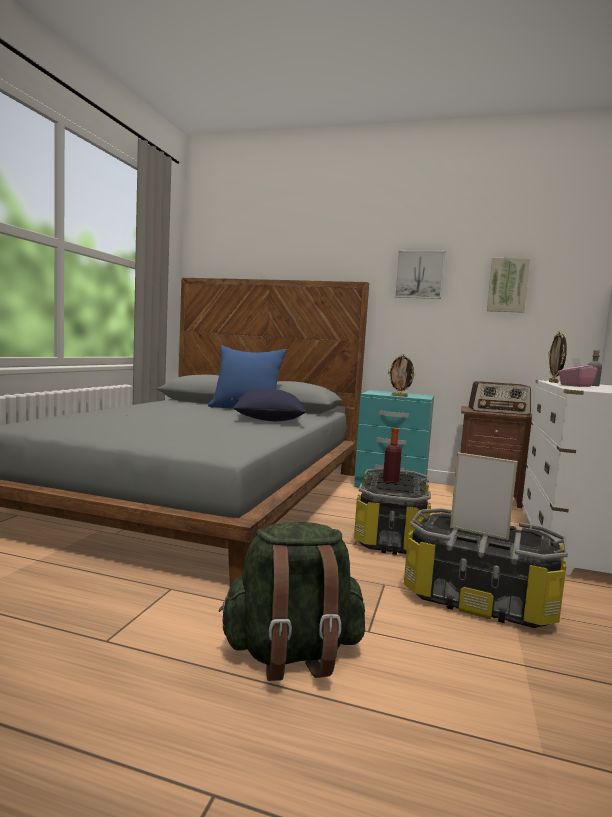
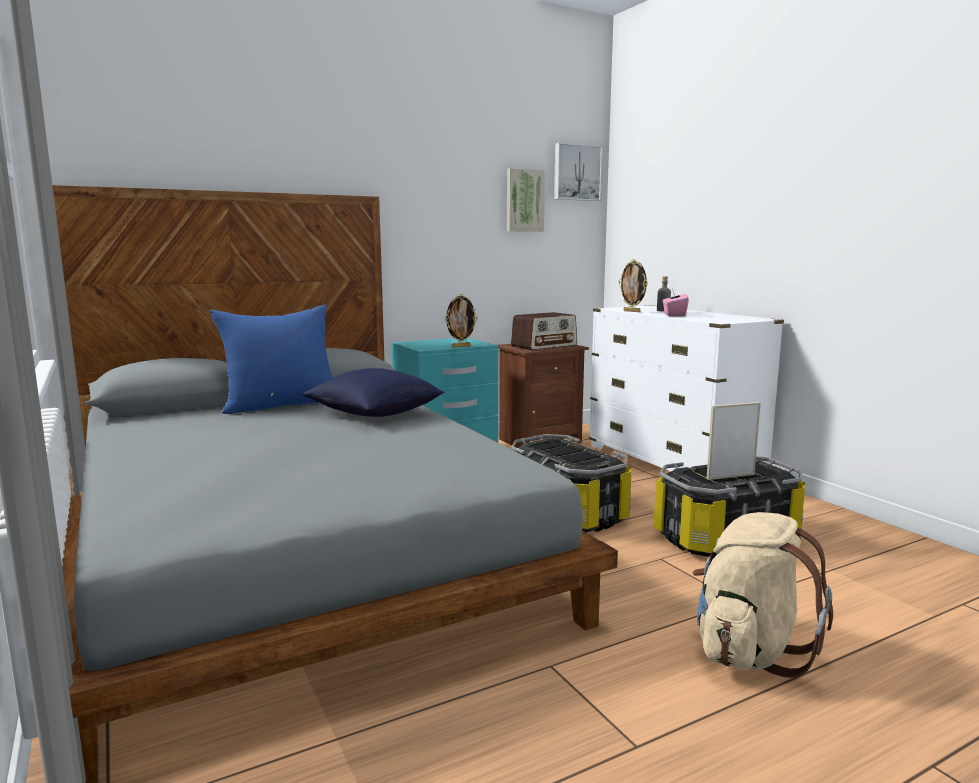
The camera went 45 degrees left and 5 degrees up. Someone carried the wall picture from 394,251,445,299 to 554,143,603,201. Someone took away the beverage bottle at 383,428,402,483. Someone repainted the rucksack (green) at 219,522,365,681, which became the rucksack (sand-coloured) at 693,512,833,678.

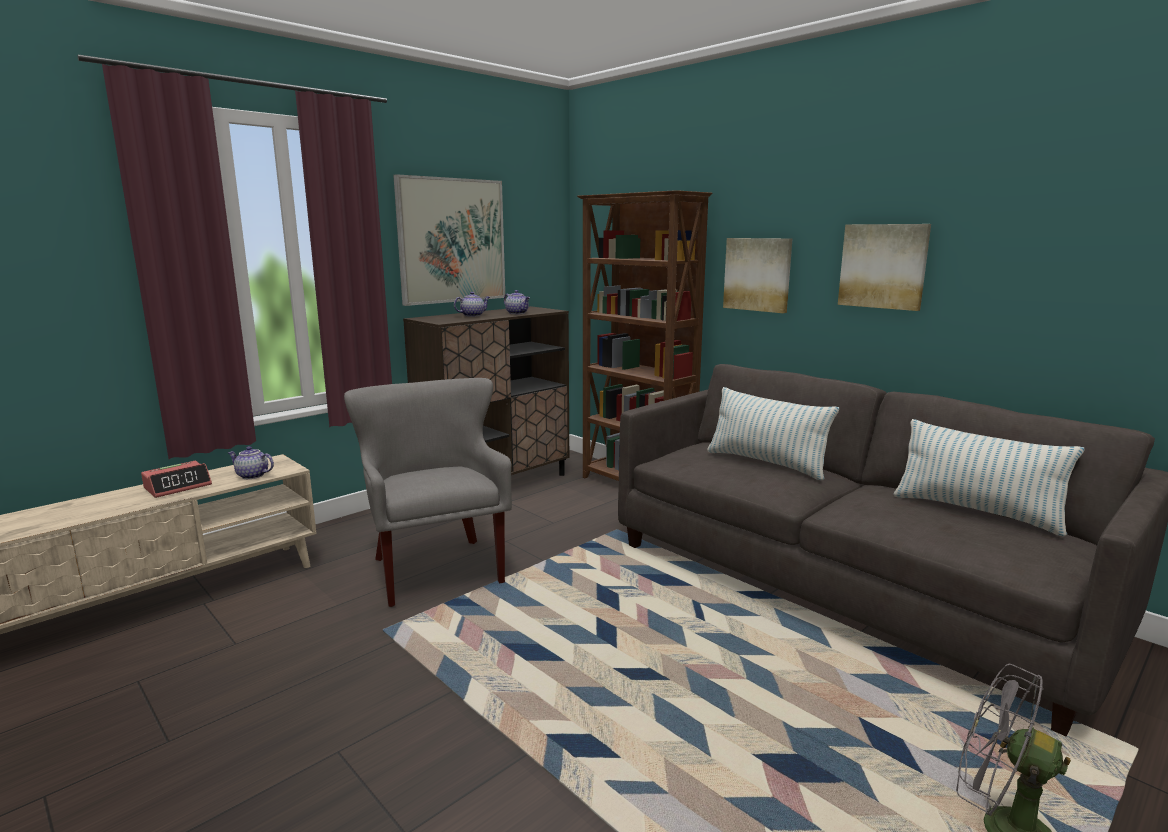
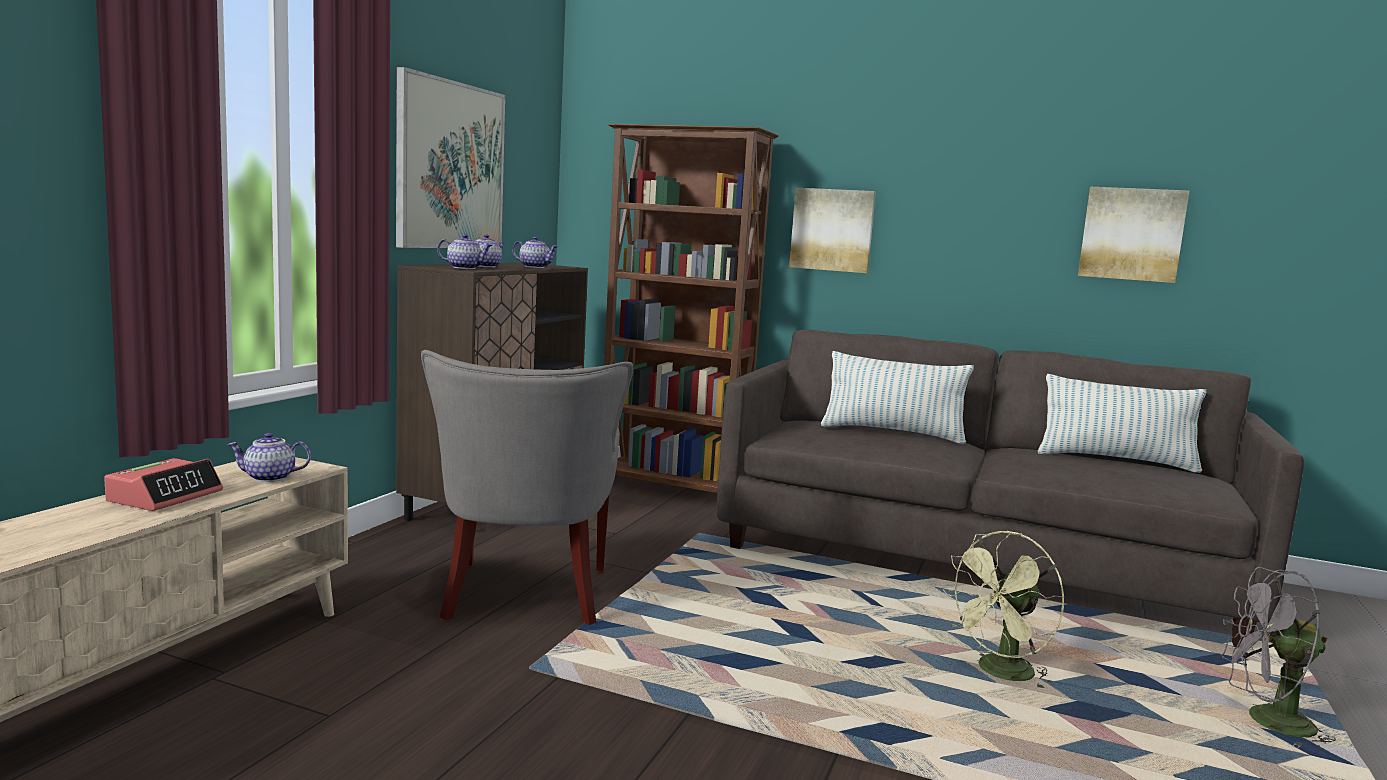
The camera went 25 degrees left and 5 degrees down. Someone carried the wall picture from 838,224,931,311 to 1078,187,1189,283. Someone rotated the easy chair (greyish) at 344,378,512,607 by 135 degrees counterclockwise. Someone put down the pot for tea at 437,234,493,269. Someone put down the fan (green) at 942,531,1065,690.

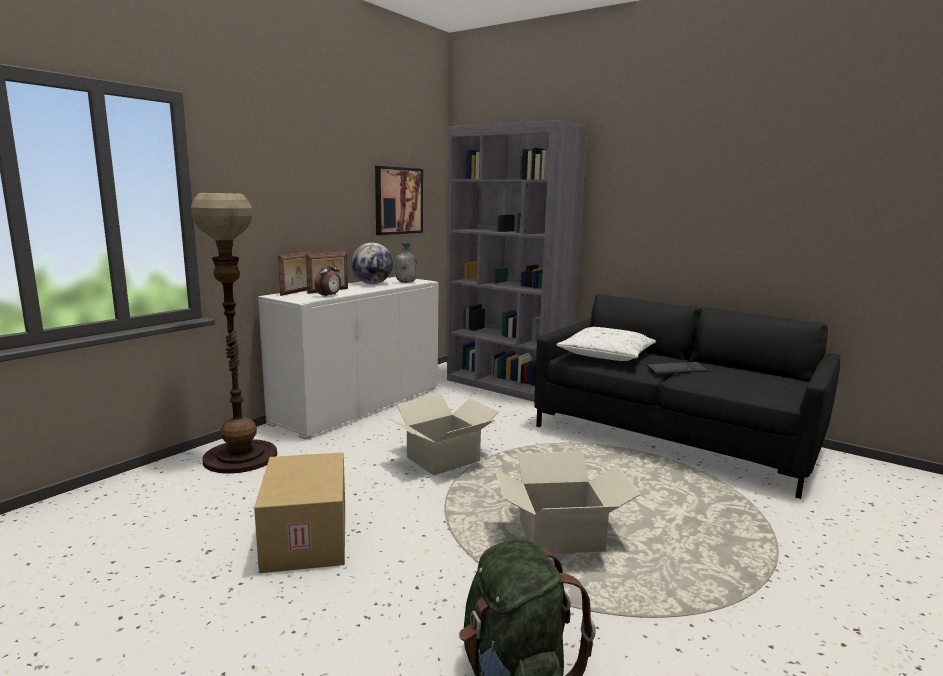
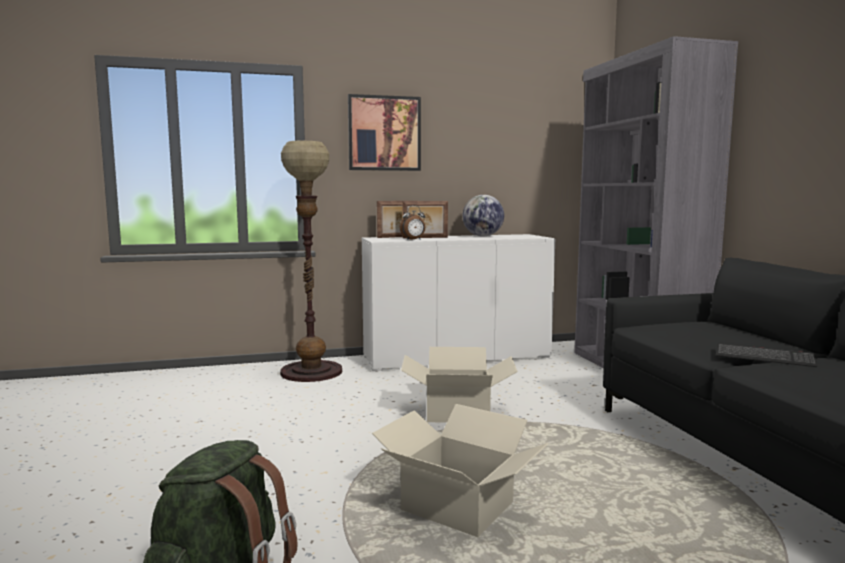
The camera went 40 degrees right and 5 degrees down. Someone carried the wall picture from 375,166,423,235 to 348,94,421,171. Someone took away the beverage bottle (greyish) at 395,242,417,283. Someone took away the cushion (white-coloured) at 556,327,656,361. Someone took away the cardboard box at 254,452,345,573.

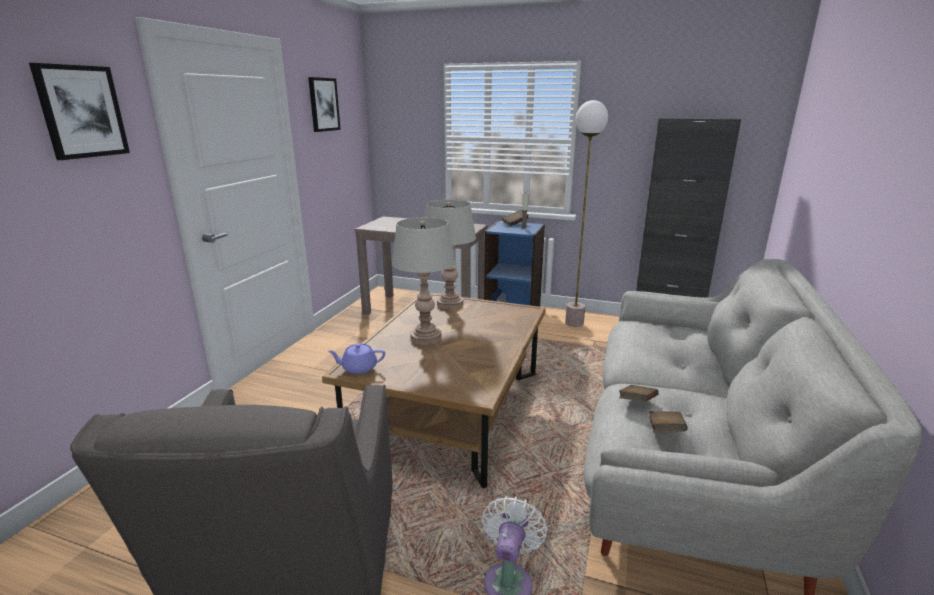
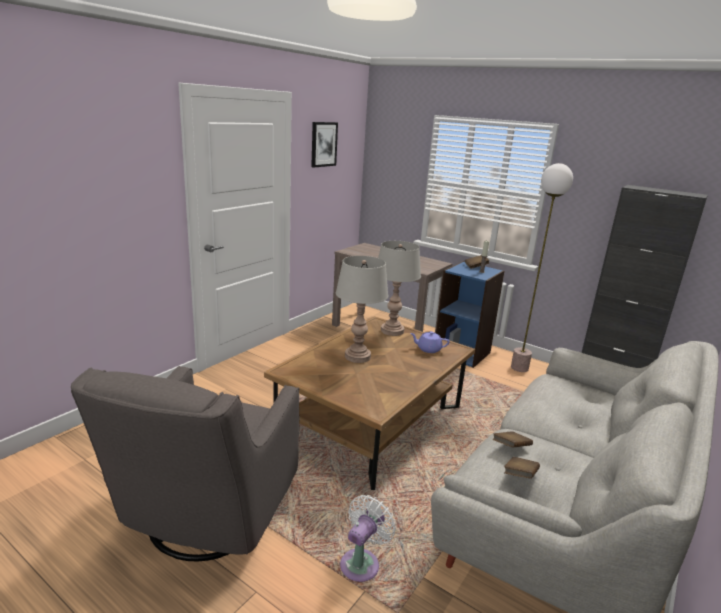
The camera went 15 degrees right and 0 degrees up. Someone took away the wall picture at 29,63,130,160. Someone carried the pot for tea (purple-coloured) from 328,343,385,374 to 410,331,450,353.

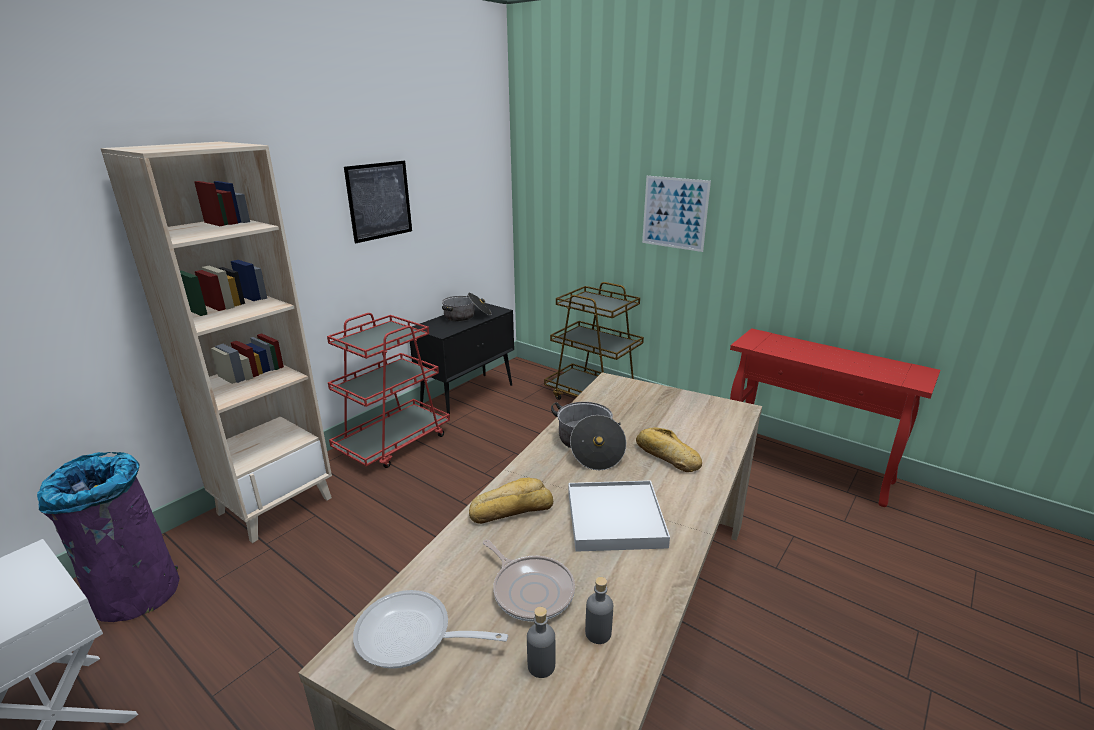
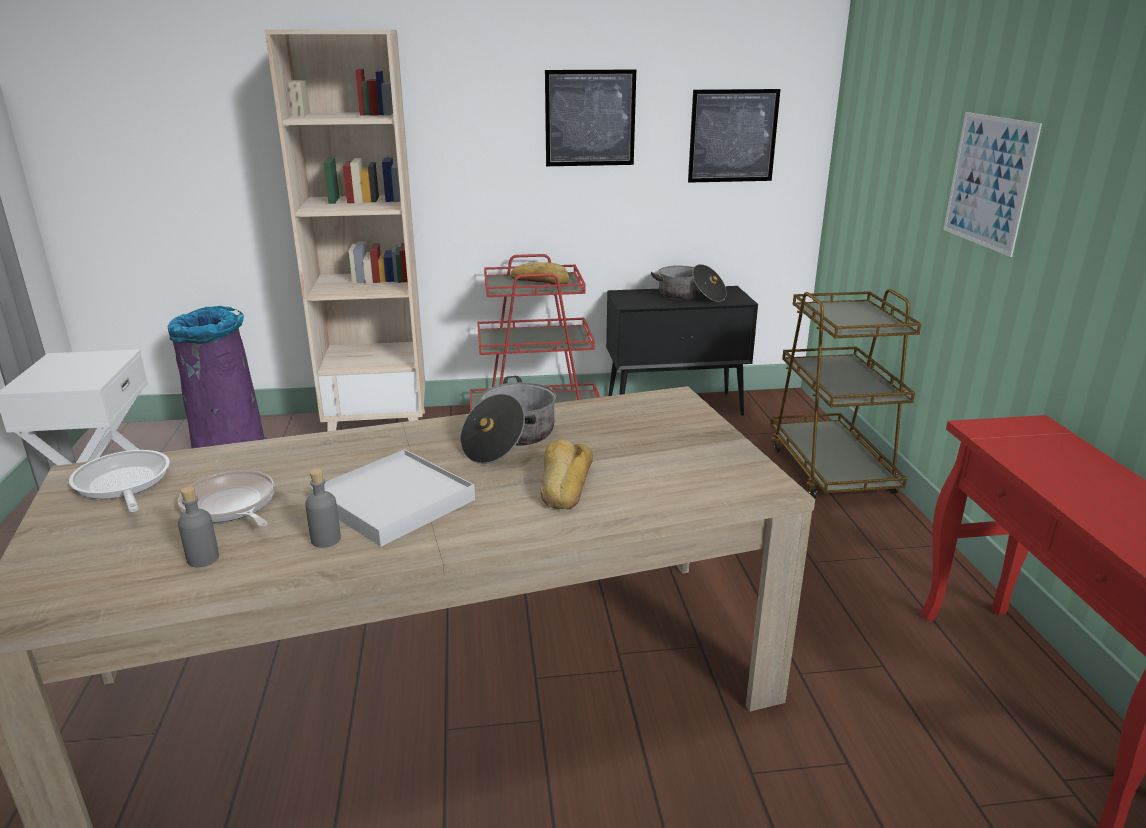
The camera went 45 degrees right and 0 degrees up. Someone carried the bread from 469,478,553,524 to 511,262,570,285. Someone rotated the frying pan at 483,540,575,622 by 135 degrees clockwise. Someone carried the beverage bottle (greyish) from 527,607,555,678 to 305,469,341,548. Someone put up the wall picture at 688,89,781,183.

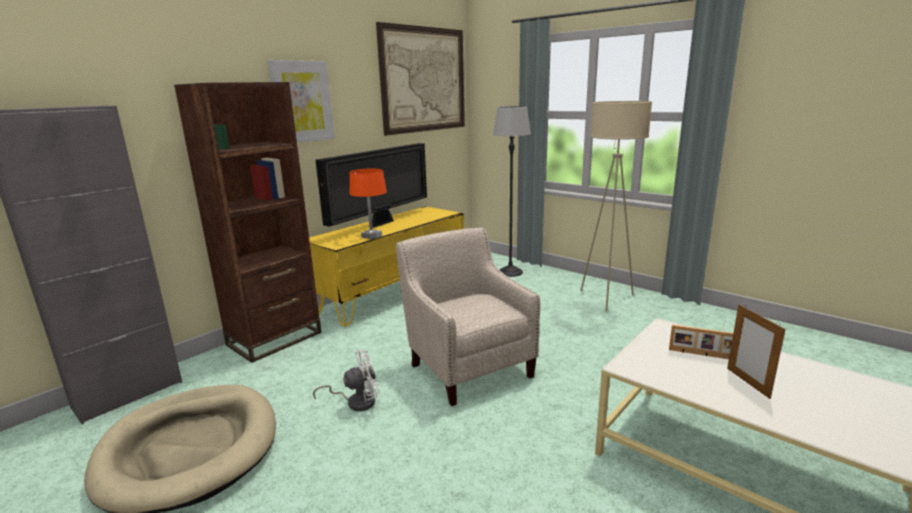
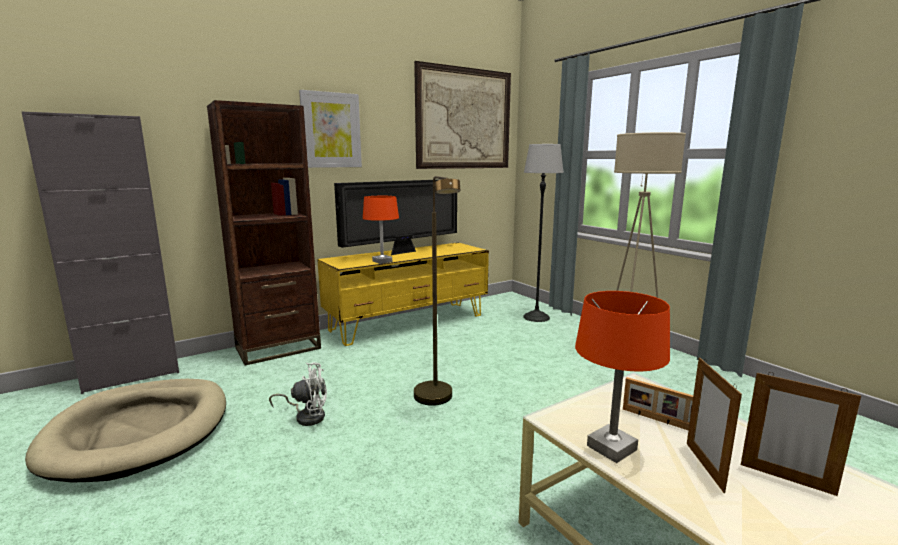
The camera went 15 degrees right and 5 degrees down. Someone swapped the easy chair (sand-coloured) at 396,227,540,406 for the standard lamp (brownish) at 414,176,461,406. Someone put down the lamp for a table (orange-coloured) at 575,291,670,463. Someone put down the picture frame at 741,372,861,496.

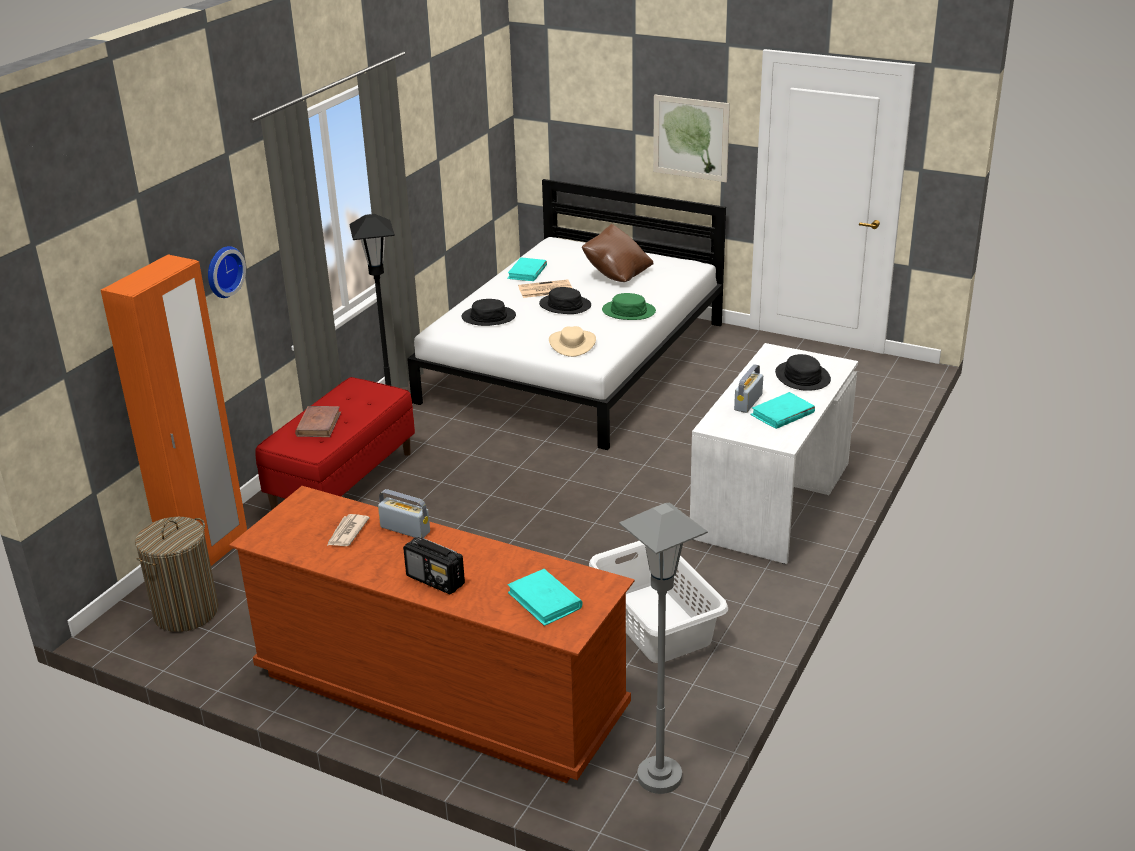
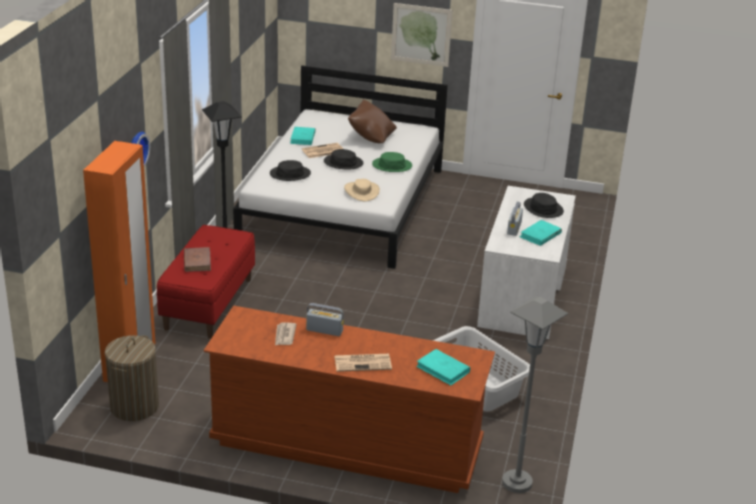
The camera went 15 degrees left and 0 degrees up. Someone swapped the radio at 403,537,465,595 for the daily paper at 334,354,392,372.

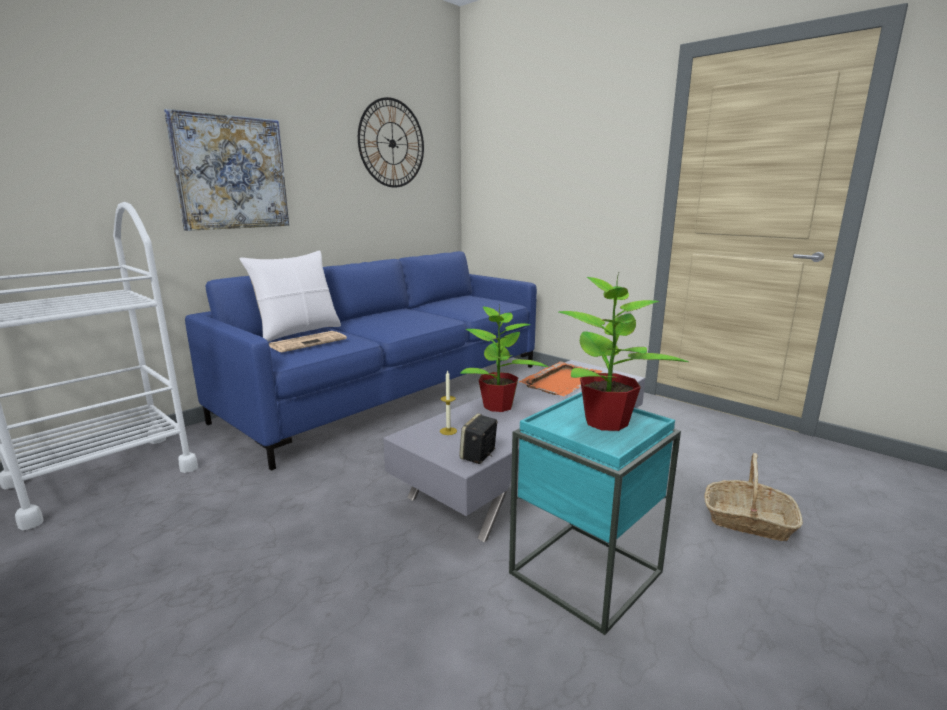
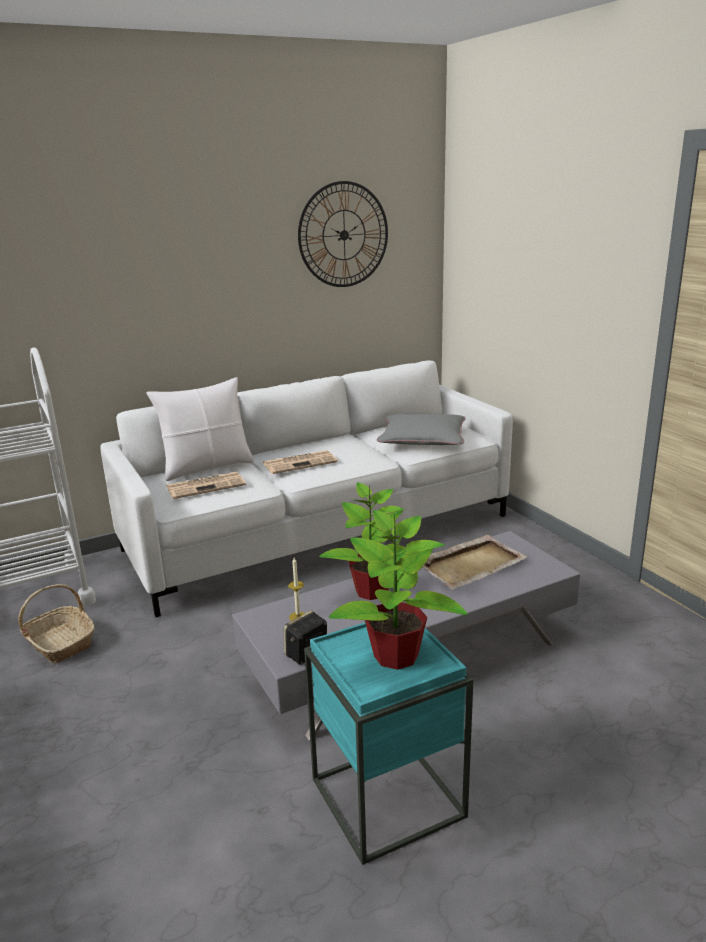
The camera went 20 degrees right and 5 degrees up. Someone took away the wall picture at 164,109,289,231. Someone repainted the couch (blue) at 185,251,537,471, which became the couch (white-coloured) at 100,360,513,617. Someone repainted the tray (orange-coloured) at 520,361,603,396, which became the tray (sand-coloured) at 423,535,528,590. Someone carried the household basket from 704,453,803,541 to 18,584,95,663. Someone put down the cushion (greyish) at 377,413,466,445. Someone put down the daily paper at 263,450,338,474.

